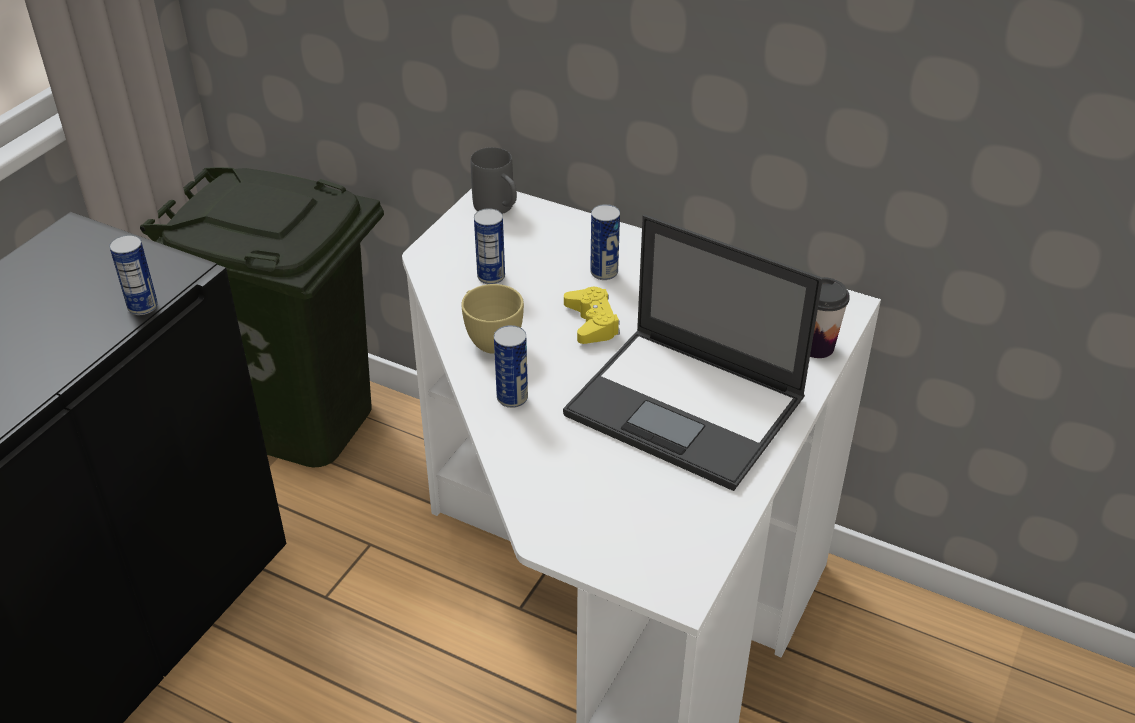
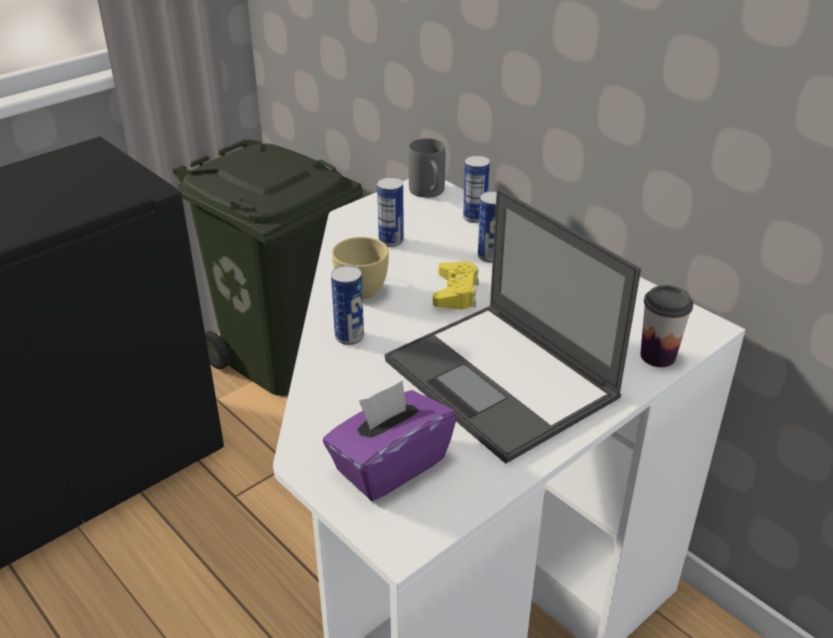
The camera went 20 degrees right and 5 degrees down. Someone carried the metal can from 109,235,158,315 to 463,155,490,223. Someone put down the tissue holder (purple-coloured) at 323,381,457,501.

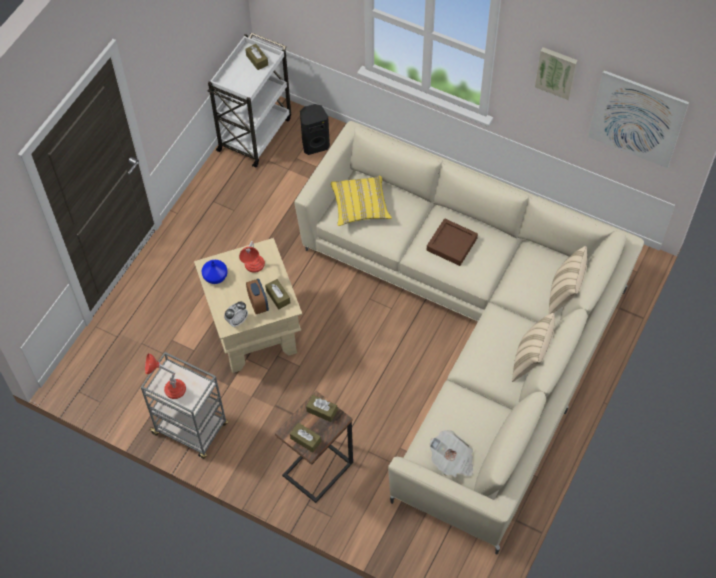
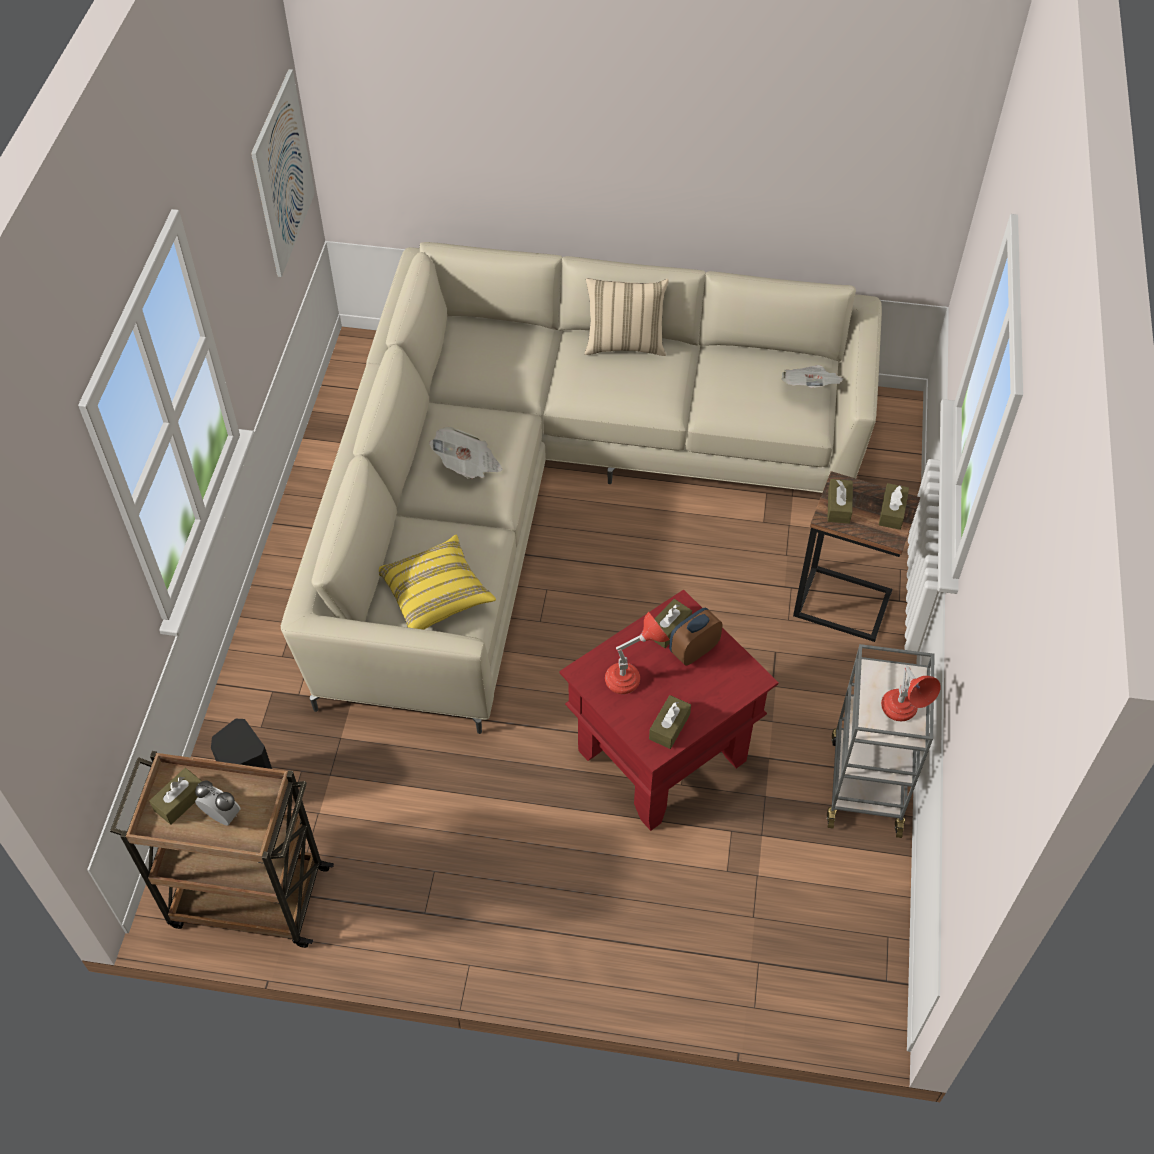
The camera went 110 degrees left and 5 degrees down. Someone repainted the wheeled cart (white-coloured) at 207,32,291,167, which became the wheeled cart (brownish) at 110,751,334,948. Someone took away the wall picture at 535,47,578,100. Someone swapped the tray (brownish) at 427,218,478,266 for the daily paper at 429,427,503,479. Someone repainted the accent table (sand-coloured) at 194,238,302,373, which became the accent table (red-coloured) at 559,589,779,831. Someone took away the cushion (sand-coloured) at 548,246,587,315. Someone swapped the flower vase (blue) at 202,260,228,284 for the tissue holder (brownish) at 649,695,691,749. Someone carried the bedside clock from 224,301,248,327 to 195,781,241,825.

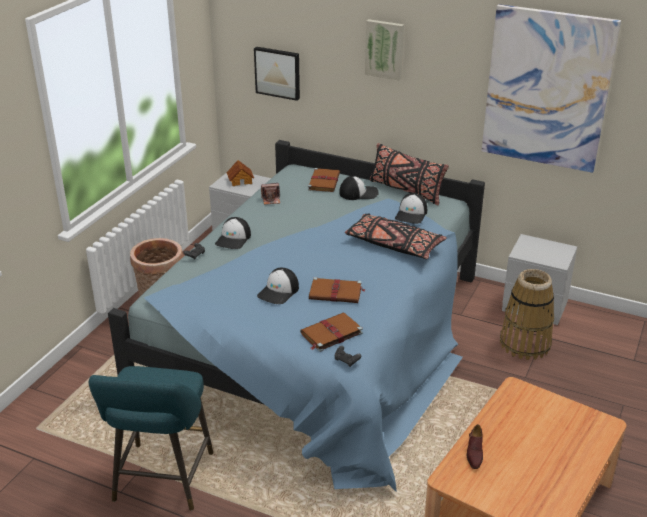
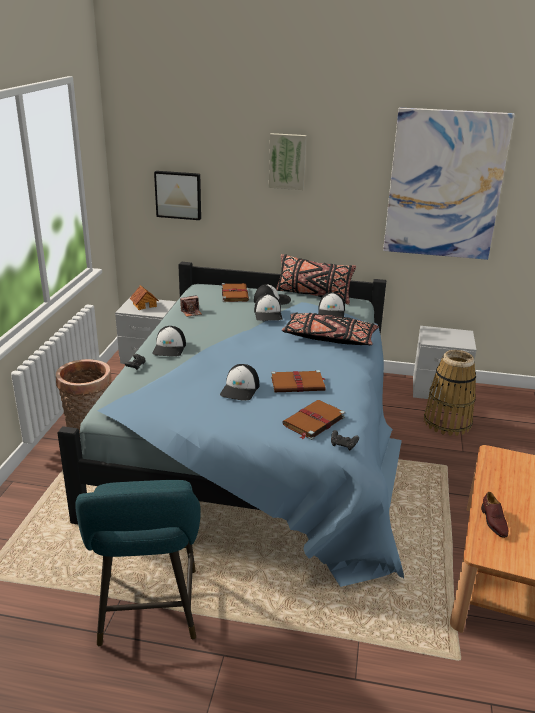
The camera went 15 degrees left and 5 degrees down. Someone put down the baseball cap at 254,294,282,321.

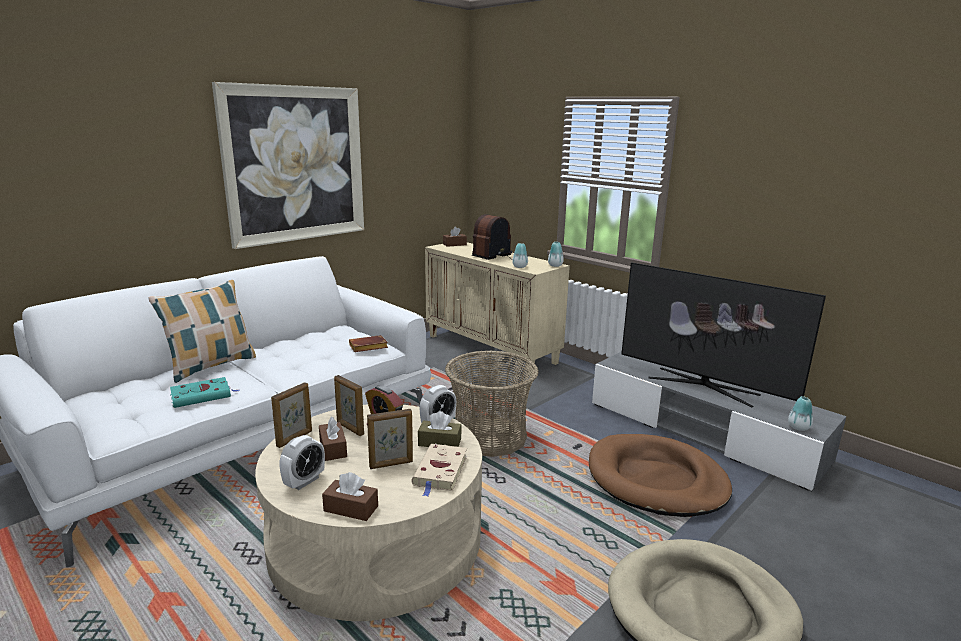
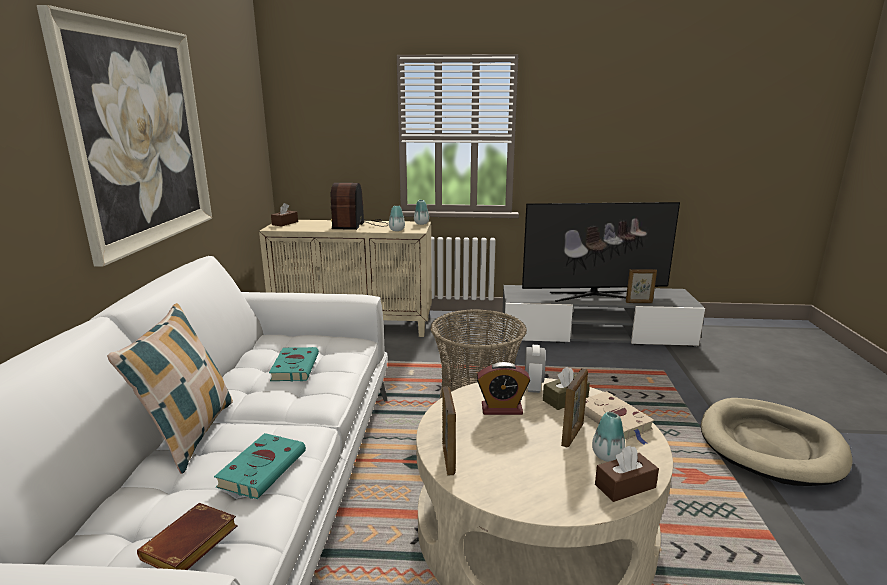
The camera went 40 degrees left and 0 degrees up. Someone carried the bound book (brownish) from 349,335,388,352 to 137,503,238,570. Someone carried the picture frame from 334,375,364,436 to 626,269,657,303. Someone carried the flower vase from 788,396,813,431 to 592,412,625,462. Someone took away the tissue holder (brownish) at 319,417,347,461. Someone took away the dog bed (brownish) at 589,434,732,517. Someone took away the bedside clock at 279,435,325,490. Someone put down the bound book (blue-green) at 269,347,319,381.

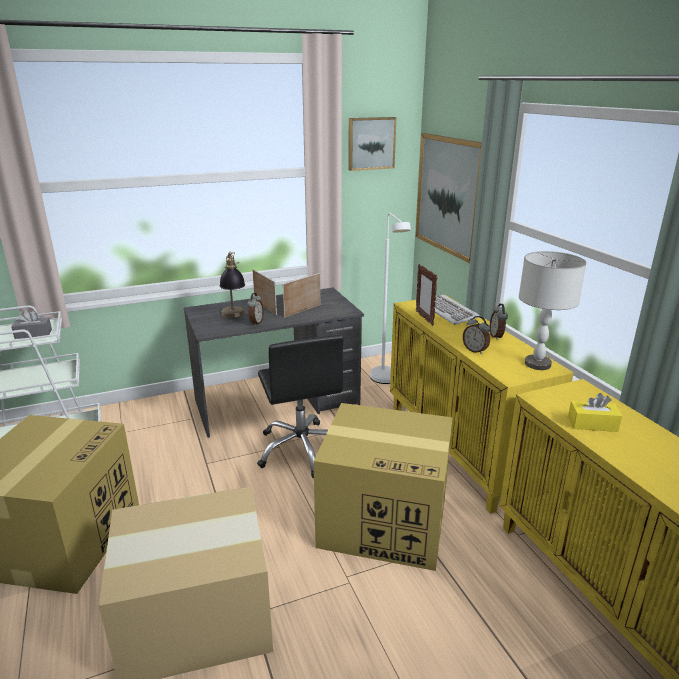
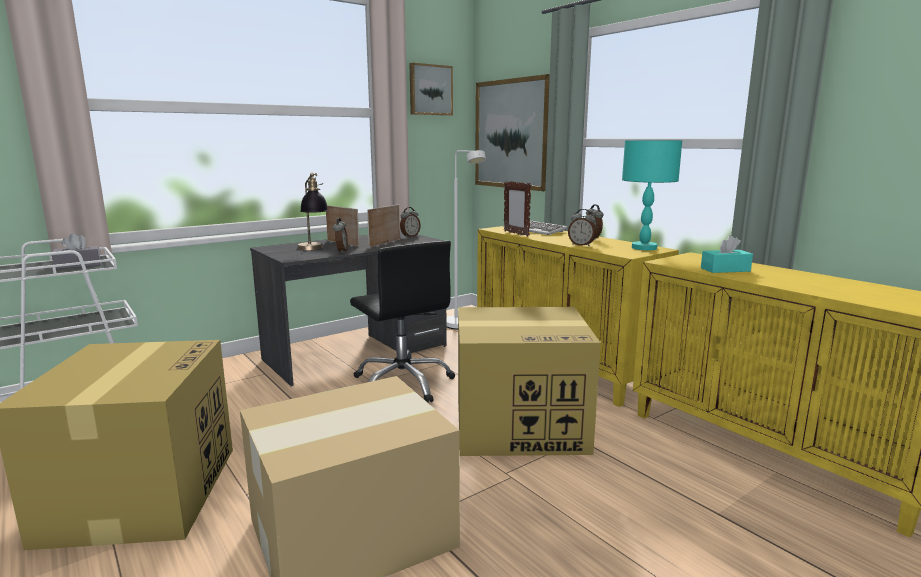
The camera went 15 degrees left and 10 degrees down. Someone repainted the lamp for a table (greyish) at 519,251,587,370, which became the lamp for a table (blue-green) at 622,140,682,250. Someone repainted the tissue holder (yellow-coloured) at 568,393,622,432, which became the tissue holder (blue-green) at 701,235,753,273. Someone put down the bedside clock at 400,207,421,237.

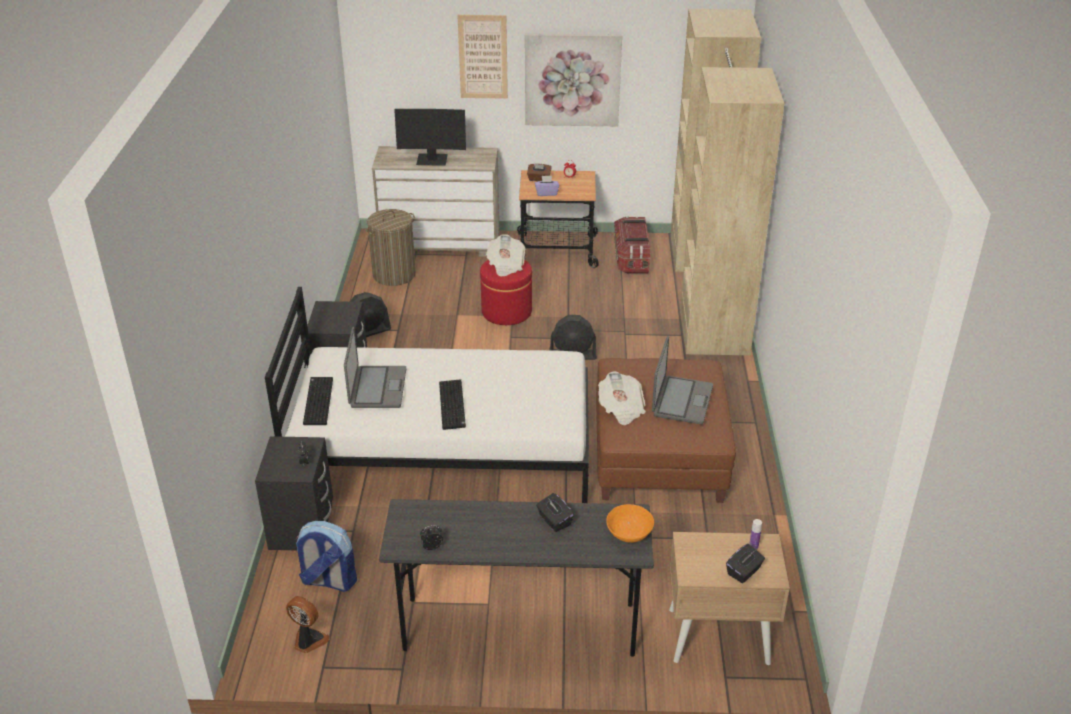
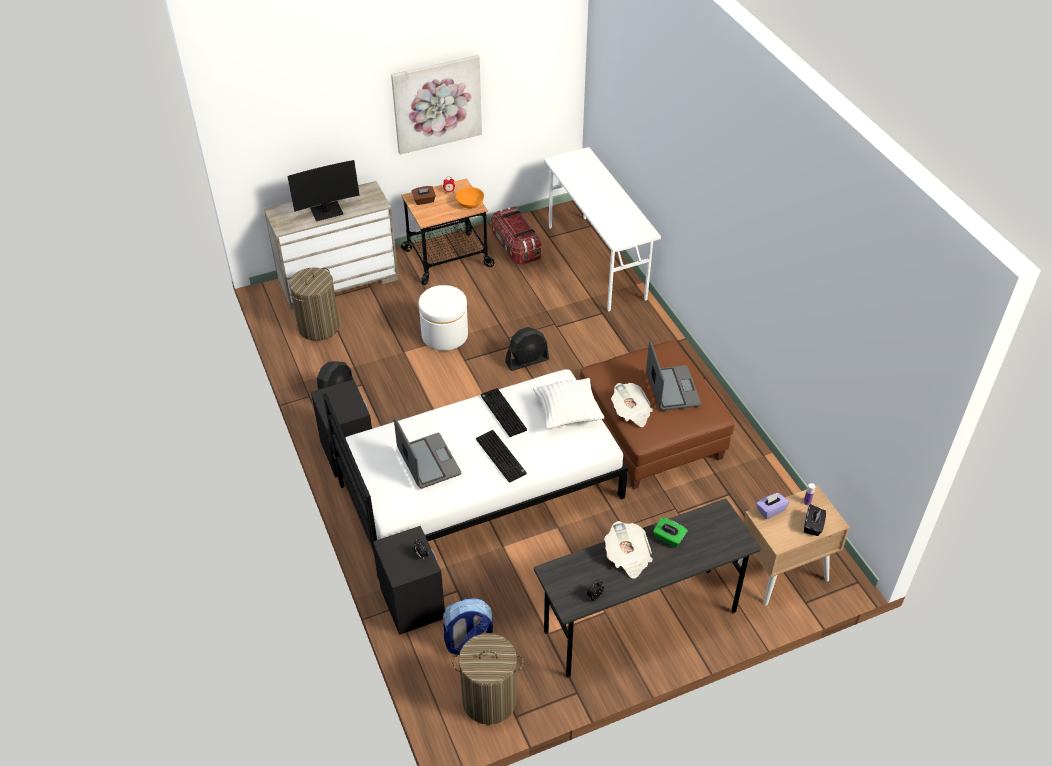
The camera went 25 degrees left and 10 degrees up. Someone swapped the clothes cupboard (sand-coloured) at 671,9,784,355 for the desk (white-coloured) at 544,147,661,311. Someone took away the wall picture at 457,15,508,99. Someone carried the tissue holder (purple-coloured) from 535,176,559,196 to 756,493,789,519. Someone carried the daily paper from 486,234,526,277 to 604,521,653,579. Someone repainted the footrest (red-coloured) at 480,260,532,325, which became the footrest (white-coloured) at 419,285,468,351. Someone carried the PC keyboard from 303,377,333,425 to 481,388,527,437. Someone repainted the tissue holder (blackish) at 536,493,574,532, which became the tissue holder (green) at 653,517,687,548. Someone carried the deep dish (orange-coloured) from 606,504,654,543 to 456,187,484,208. Someone swapped the fan at 286,596,330,654 for the washing basket at 452,633,524,725. Someone put down the cushion (white-coloured) at 533,378,604,429.

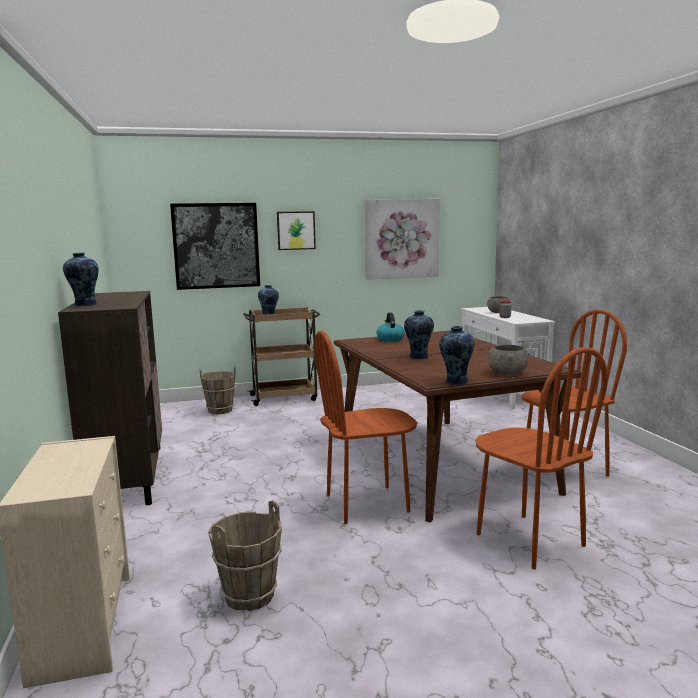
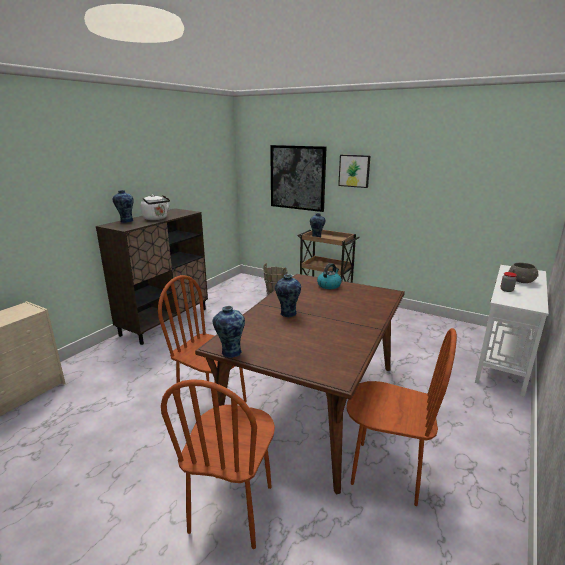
The camera went 45 degrees right and 10 degrees up. Someone took away the wall picture at 364,199,440,280. Someone took away the deep dish (greyish) at 488,345,529,375. Someone took away the water bucket (brownish) at 208,500,282,611. Someone put down the tea kettle (white-coloured) at 141,195,170,220.

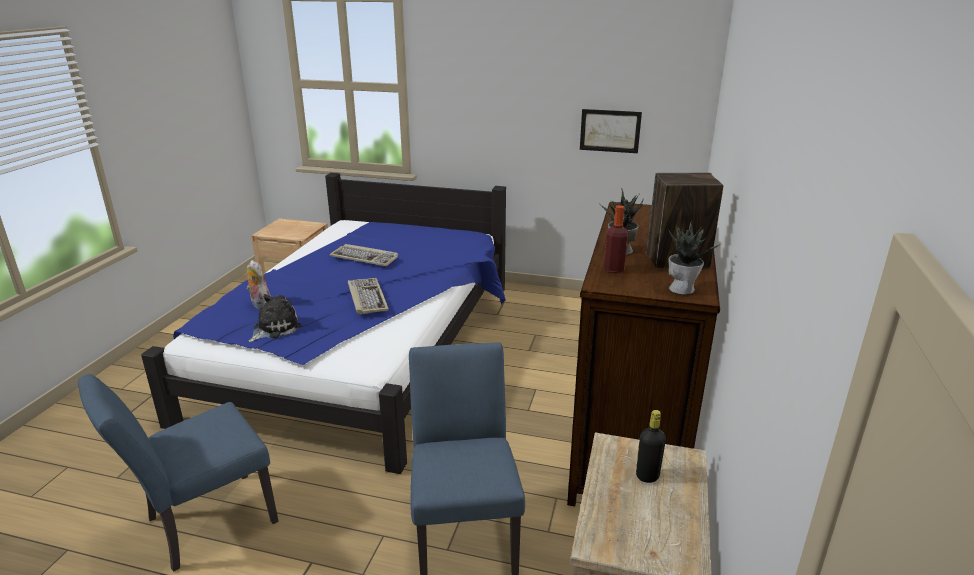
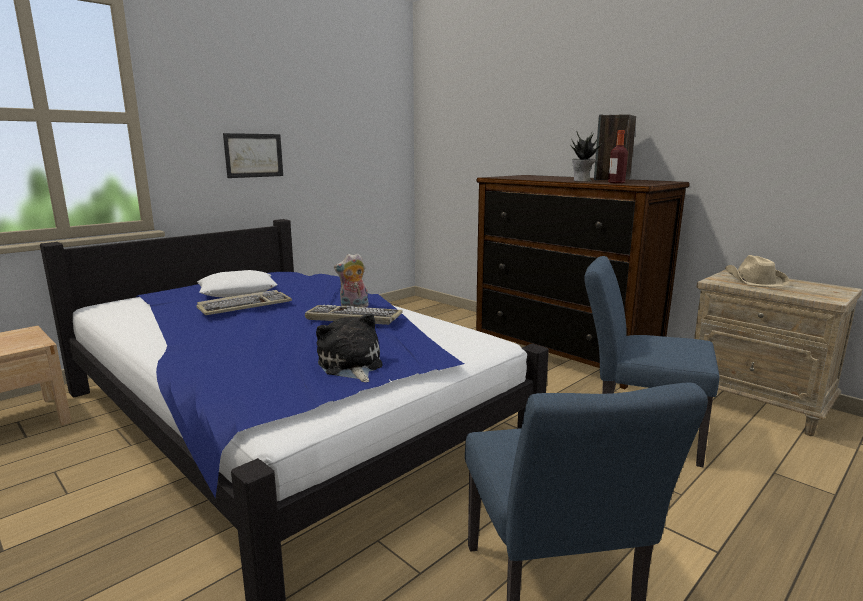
The camera went 60 degrees left and 10 degrees down. Someone carried the wall picture from 580,109,642,153 to 223,133,283,178. Someone took away the potted plant at 668,220,721,295. Someone carried the plush toy from 246,260,271,309 to 334,253,369,307. Someone swapped the beverage bottle (blackish) at 636,410,666,483 for the clothing hat (sand-coloured) at 725,255,790,287. Someone put down the cushion (white-coloured) at 197,270,278,297.

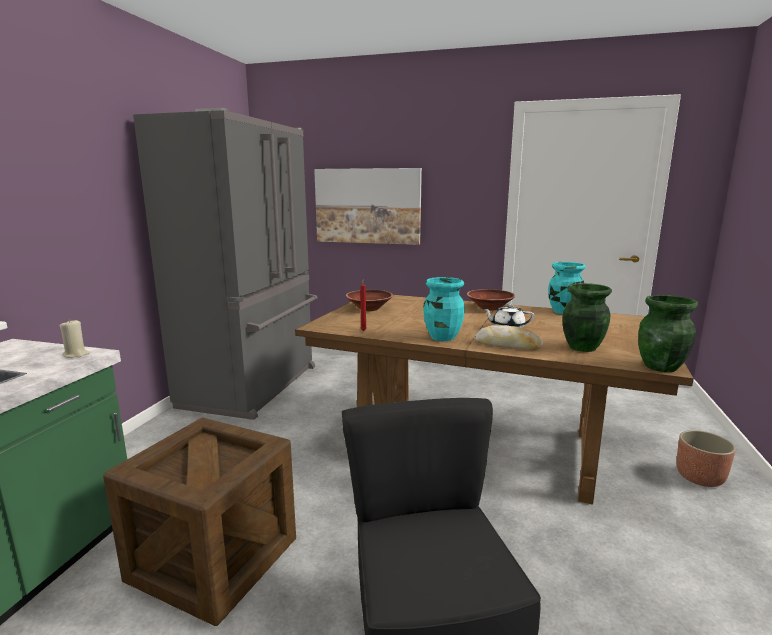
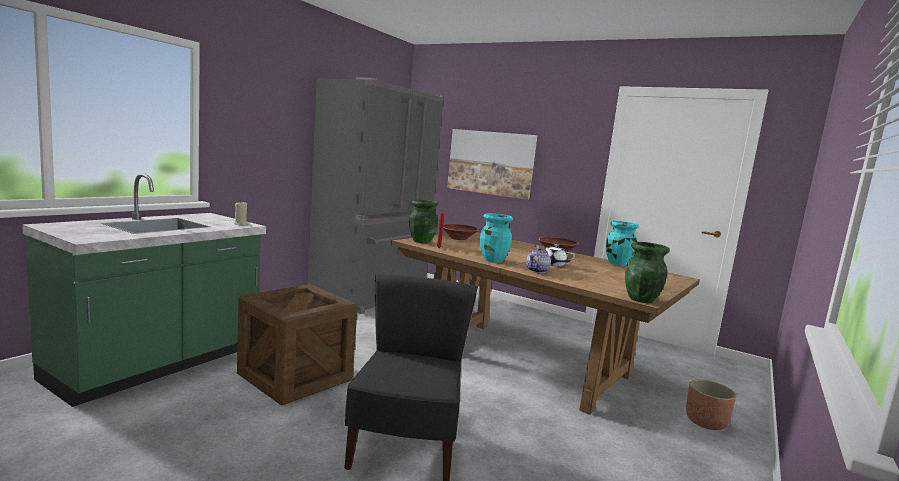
The camera went 15 degrees right and 5 degrees down. Someone carried the flower vase (green) from 563,283,612,352 to 409,200,438,243. Someone swapped the bread at 475,325,543,350 for the pot for tea at 526,248,551,273.

